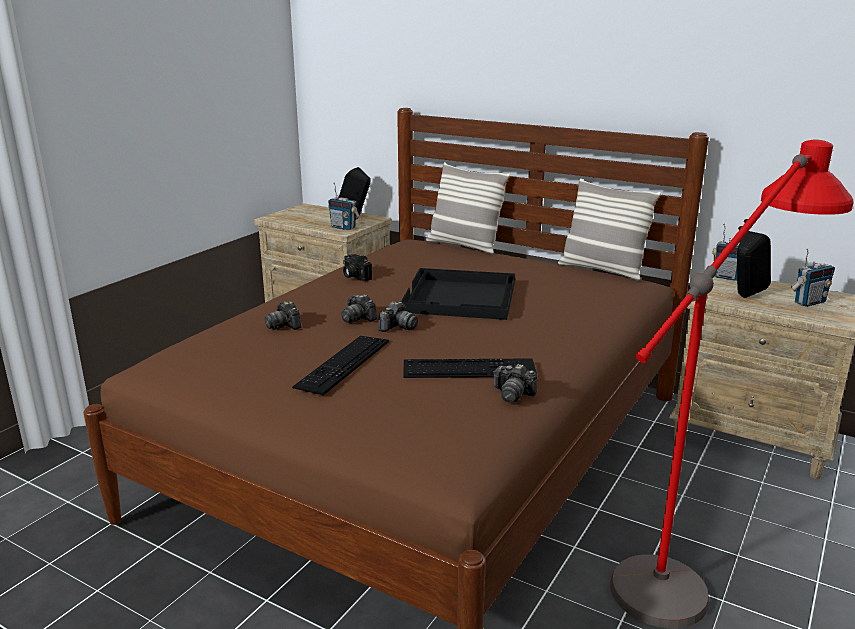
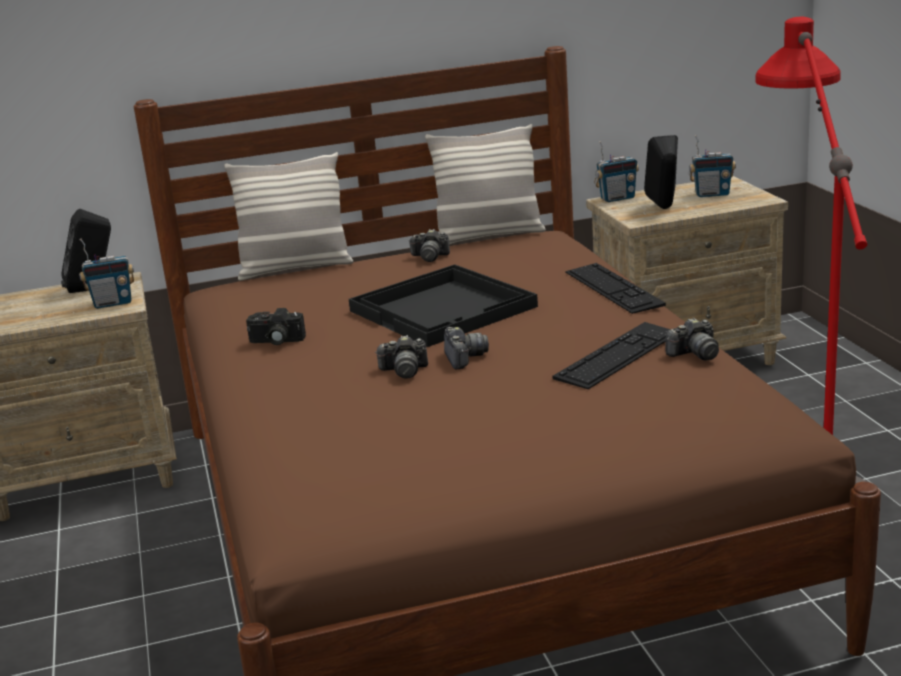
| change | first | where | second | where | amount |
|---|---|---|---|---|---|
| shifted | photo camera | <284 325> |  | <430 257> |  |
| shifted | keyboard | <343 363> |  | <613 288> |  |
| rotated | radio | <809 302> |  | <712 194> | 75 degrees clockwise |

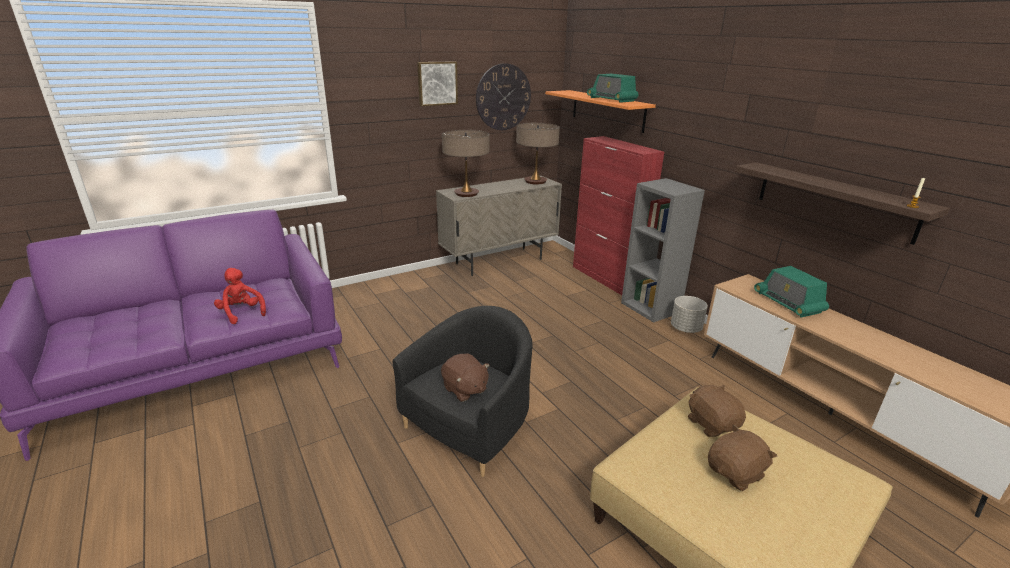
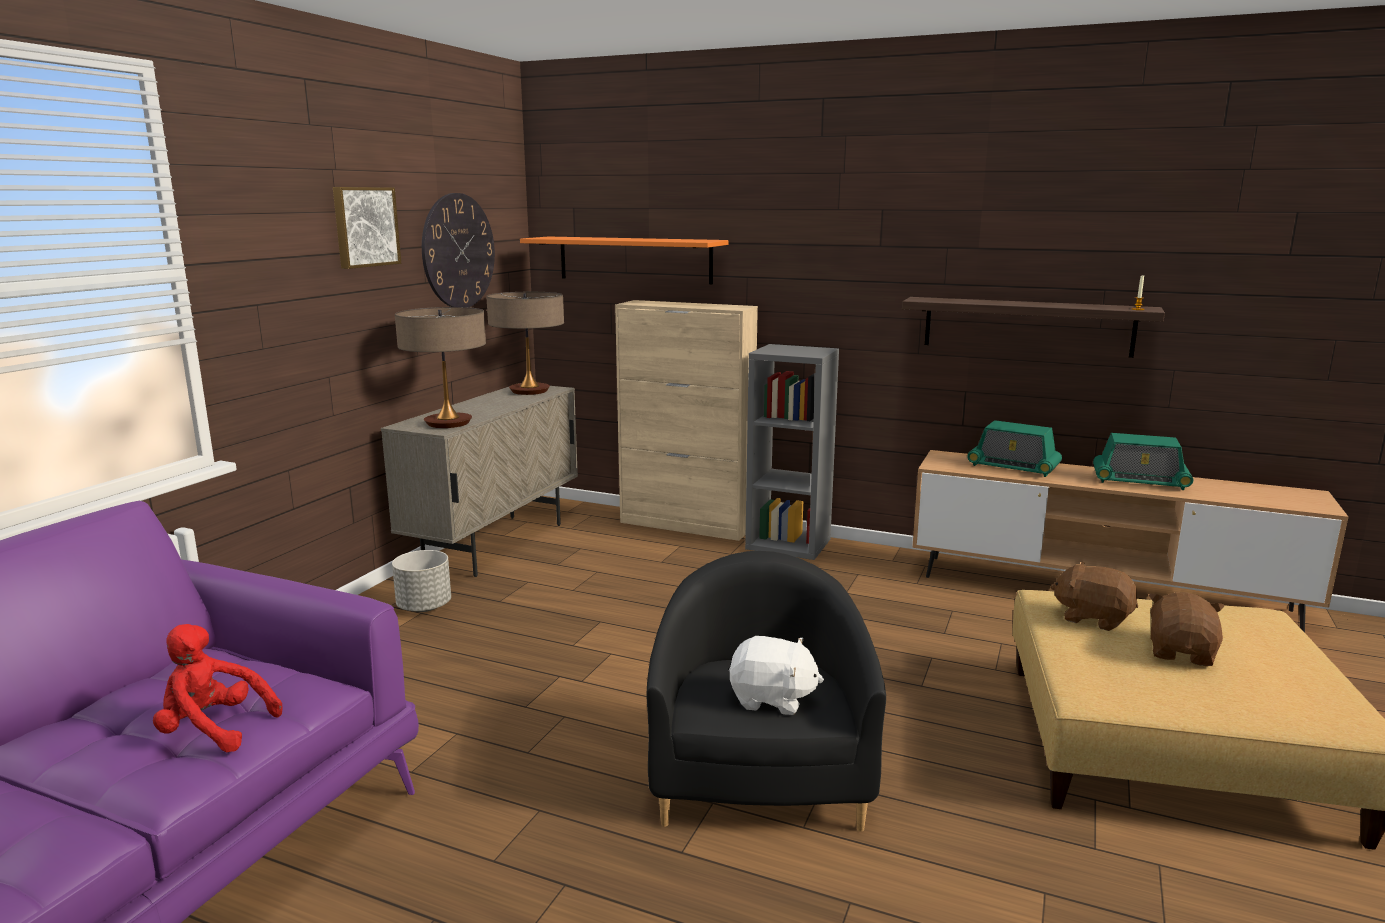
| change | first | where | second | where | amount |
|---|---|---|---|---|---|
| repainted | plush toy in brown | <464 389> | plush toy in white | <772 699> |  |
| repainted | cabinet in red | <606 278> | cabinet in beige | <686 525> |  |
| shifted | radio | <611 99> |  | <1140 481> |  |
| shifted | planter in grey | <685 328> |  | <424 607> |  |

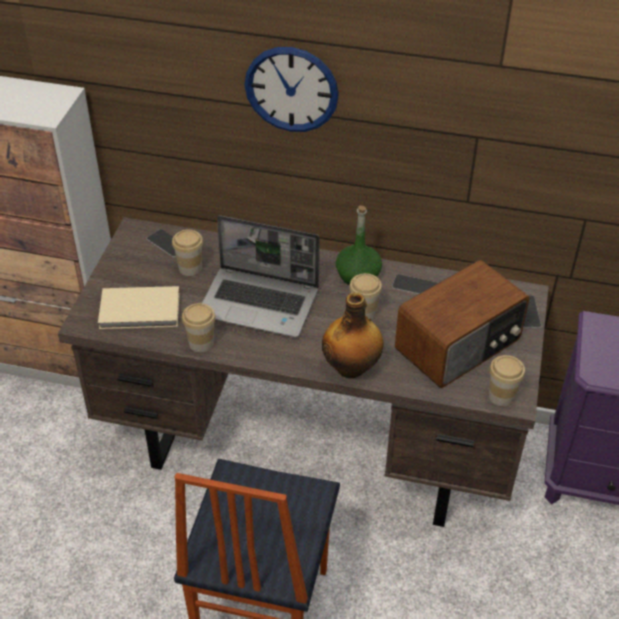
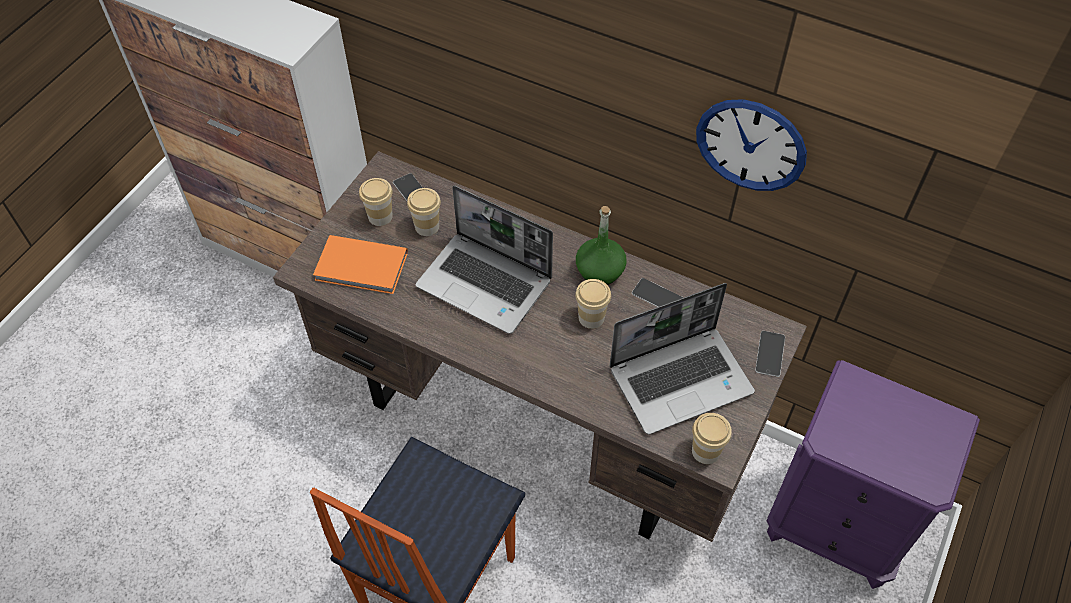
| change | first | where | second | where | amount |
|---|---|---|---|---|---|
| repainted | book in beige | <141 311> | book in orange | <362 268> |  |
| shifted | cup | <201 343> |  | <380 216> |  |
| shifted | wall clock | <291 89> |  | <751 145> |  |
| gone | bottle | <352 367> |  |  |  |
| swapped | radio | <459 345> | laptop | <681 379> |  |

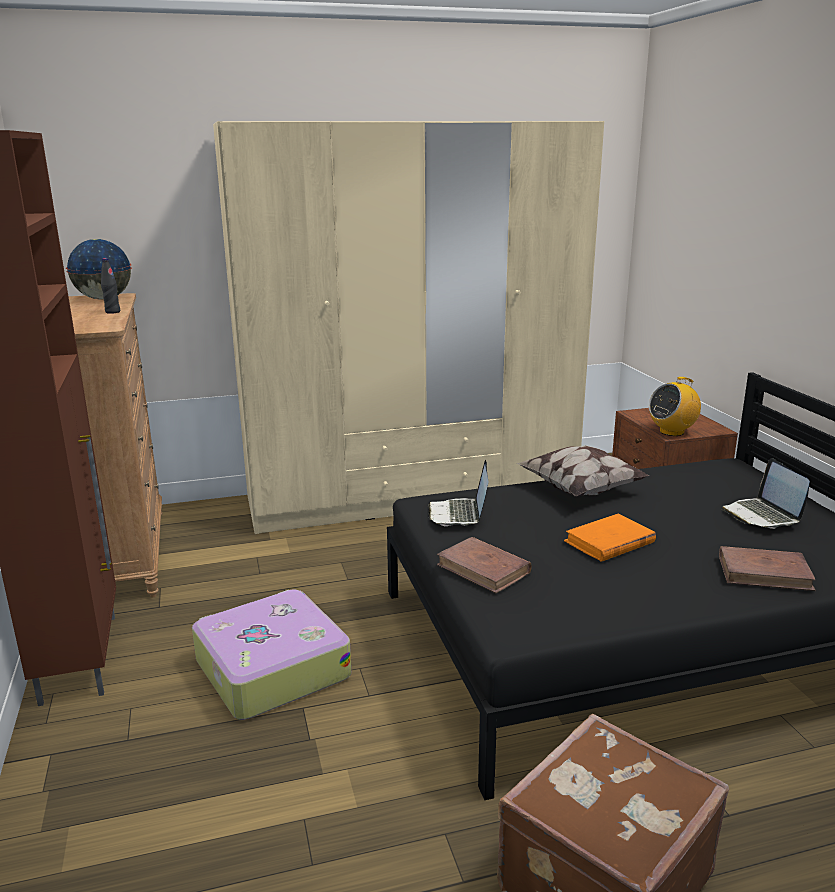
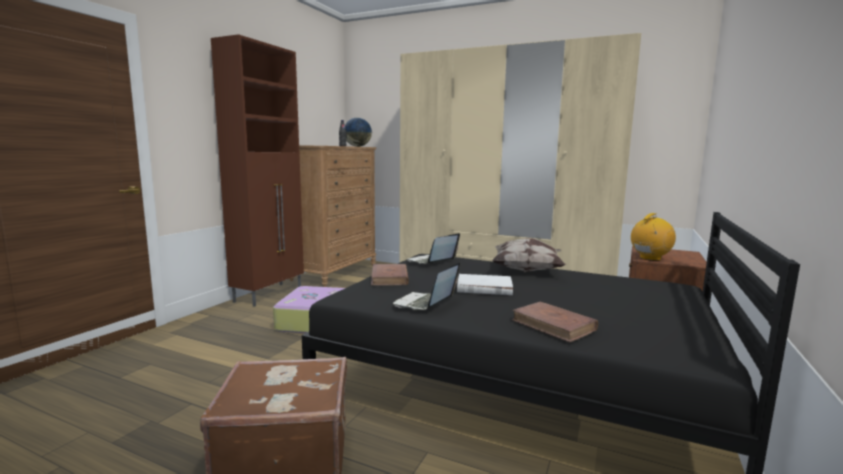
| change | first | where | second | where | amount |
|---|---|---|---|---|---|
| repainted | book in orange | <609 542> | book in white | <483 288> |  |
| rotated | radio | <672 432> |  | <650 258> | 135 degrees clockwise |
| shifted | laptop | <762 515> |  | <425 304> |  |

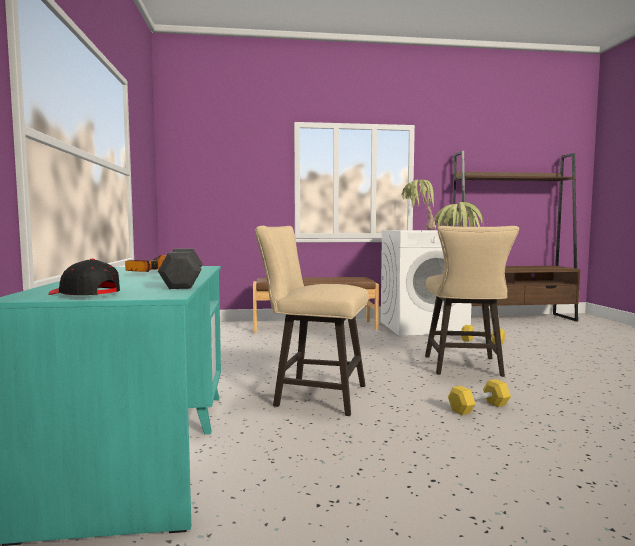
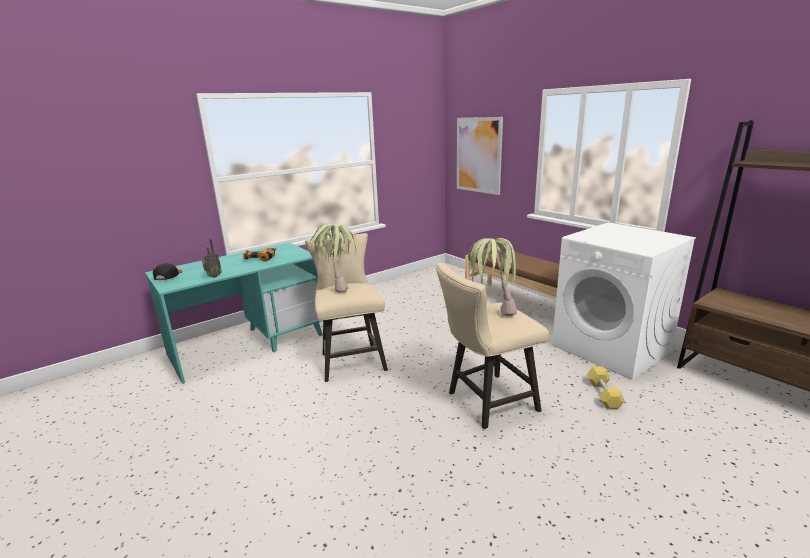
| change | first | where | second | where | amount |
|---|---|---|---|---|---|
| swapped | dumbbell in black | <182 283> | radio | <213 277> |  |
| shifted | potted plant | <418 230> |  | <338 286> |  |
| gone | dumbbell in yellow | <479 407> |  |  |  |
| new |  |  | picture | <478 155> |  |

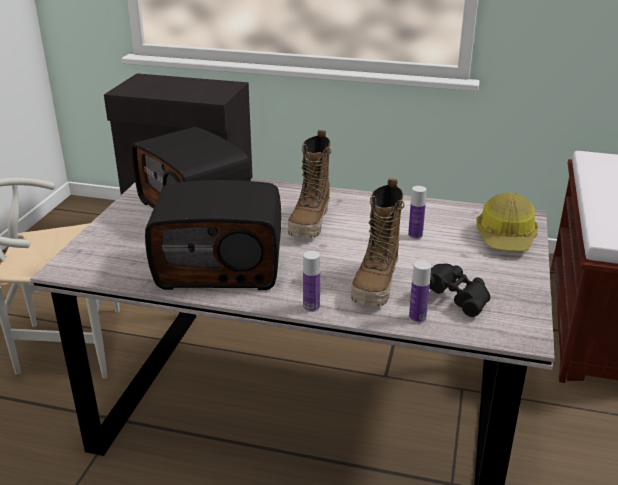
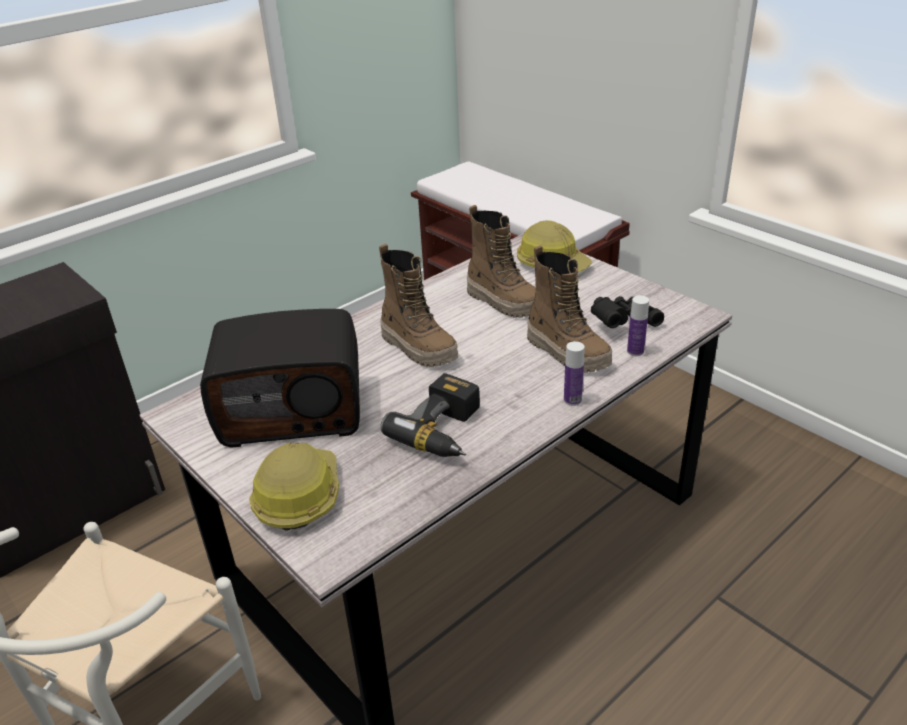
| change | first | where | second | where | amount |
|---|---|---|---|---|---|
| swapped | radio | <221 266> | power drill | <445 431> |  |
| swapped | bottle | <415 235> | boot | <504 302> |  |
| new |  |  | hard hat | <298 496> |  |

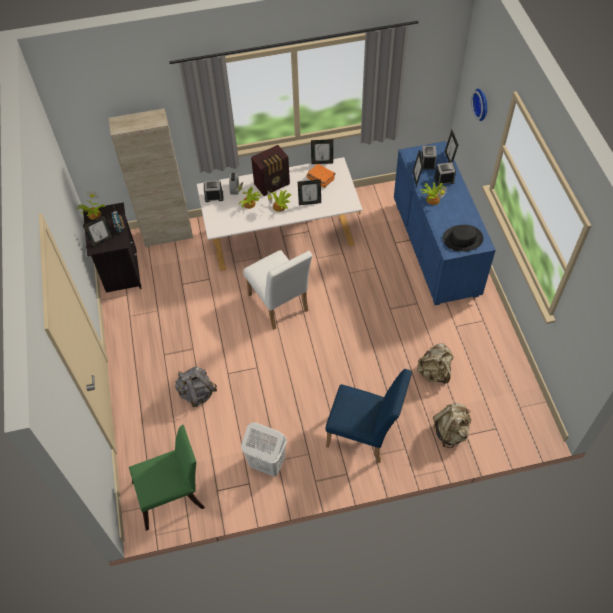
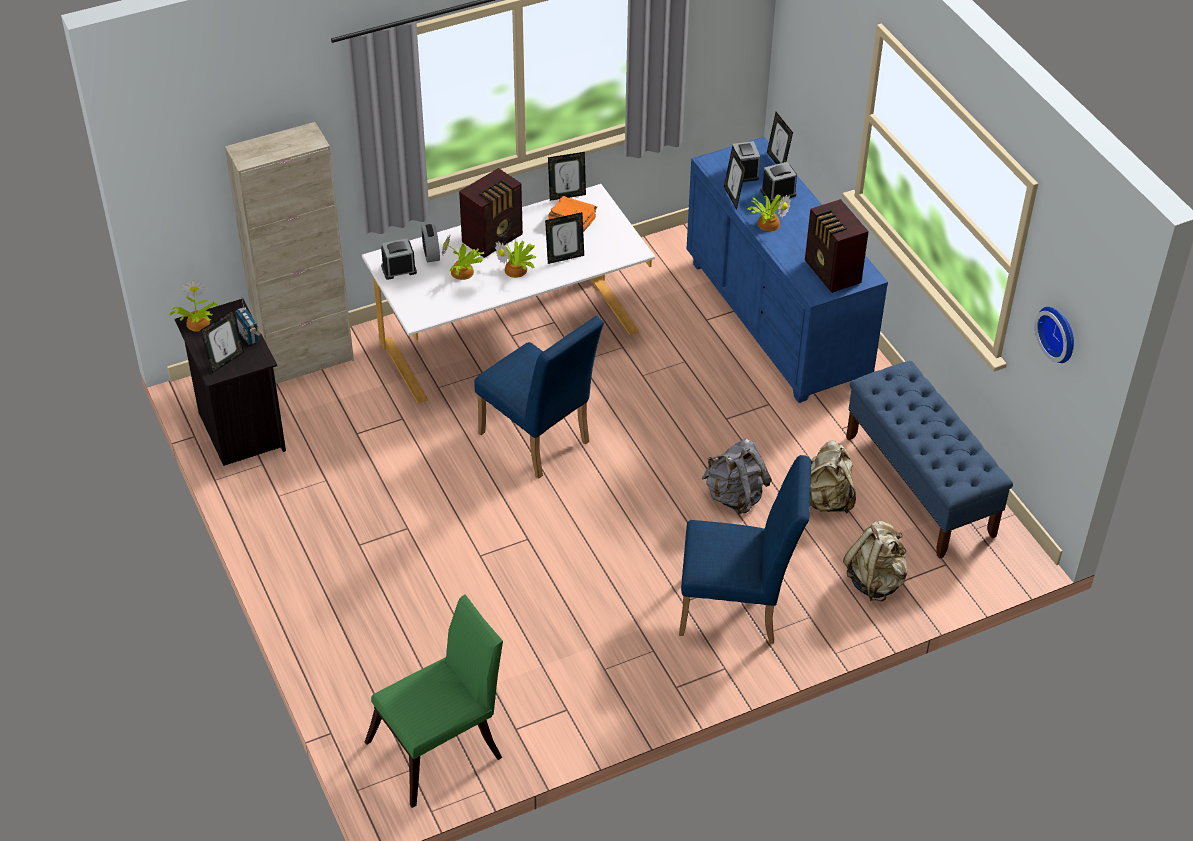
| change | first | where | second | where | amount |
|---|---|---|---|---|---|
| shifted | backpack in grey | <197 393> |  | <734 496> |  |
| gone | laundry basket in white | <266 463> |  |  |  |
| repainted | chair in white | <280 306> | chair in blue | <539 442> |  |
| swapped | hat in black | <462 239> | radio | <832 273> |  |
| shifted | wall clock | <482 104> |  | <1059 333> |  |
| new |  |  | bench in blue | <920 486> |  |

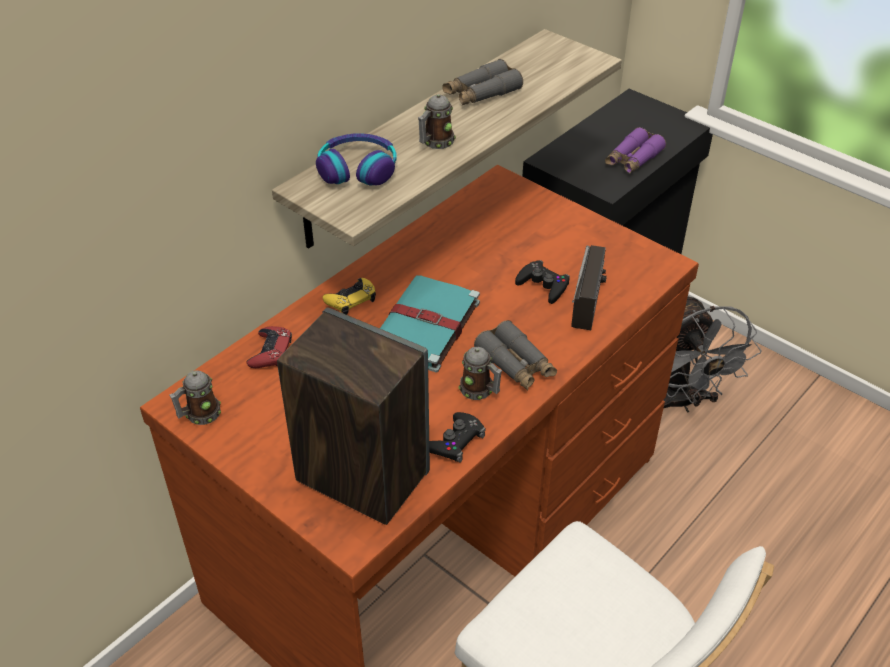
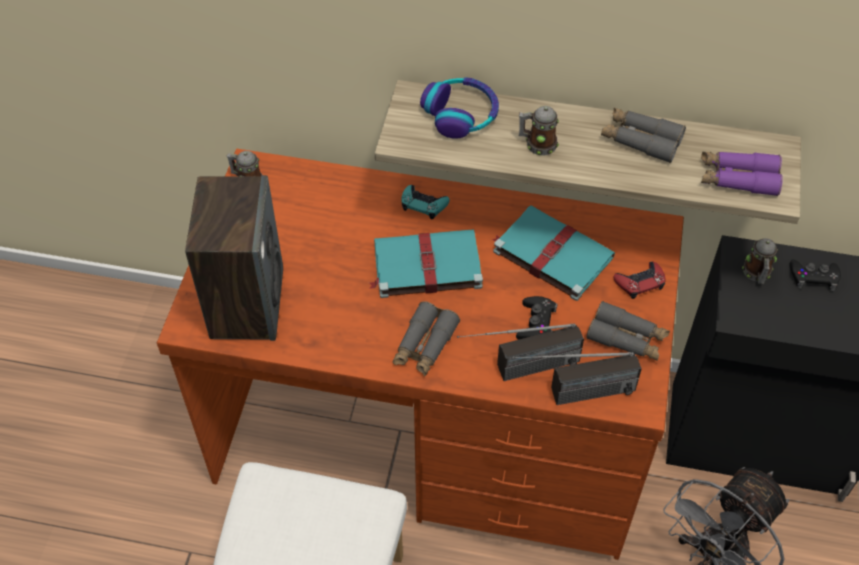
| change | first | where | second | where | amount |
|---|---|---|---|---|---|
| shifted | game controller in red | <270 352> |  | <640 282> |  |
| repainted | game controller in yellow | <351 299> | game controller in turquoise | <423 204> |  |
| shifted | game controller in black | <456 442> |  | <813 277> |  |
| shifted | mug | <480 390> |  | <757 274> |  |
| shifted | binoculars in purple | <633 159> |  | <738 178> |  |
| new |  |  | book in turquoise | <551 253> |  |
| new |  |  | radio | <572 395> |  |
| new |  |  | binoculars in grey | <627 338> |  |

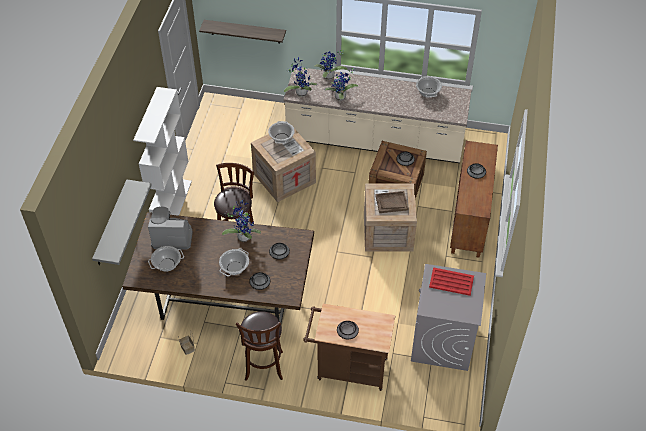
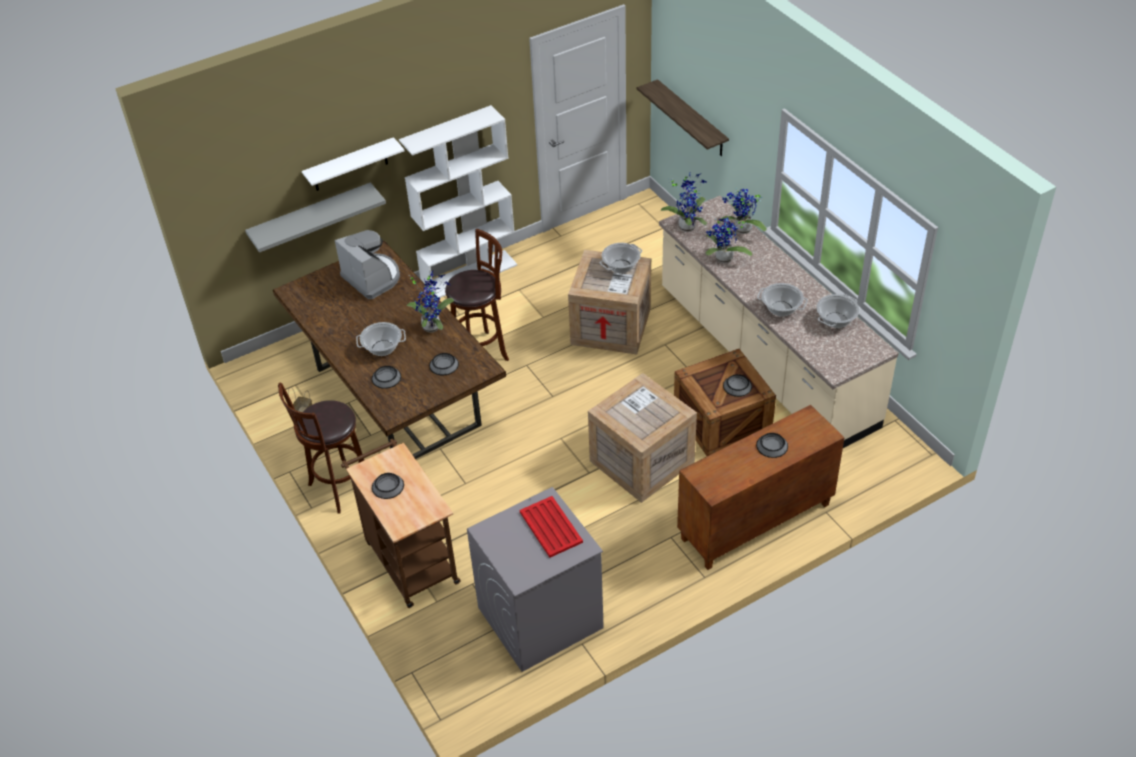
| change | first | where | second | where | amount |
|---|---|---|---|---|---|
| shifted | cooking pot | <167 264> |  | <781 309> |  |
| gone | tray in brown | <391 203> |  |  |  |
| new |  |  | shelf in white | <350 165> |  |

